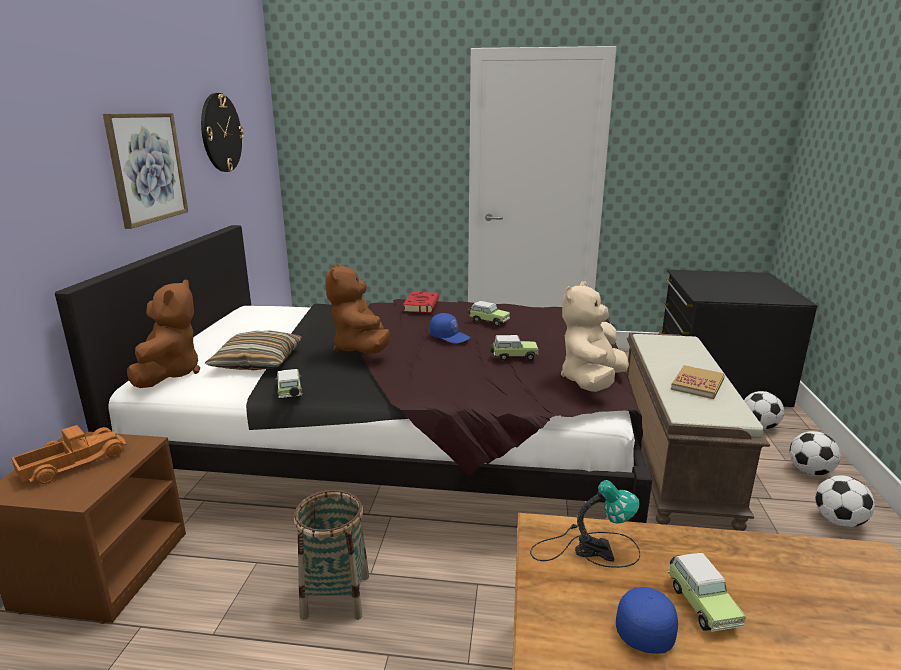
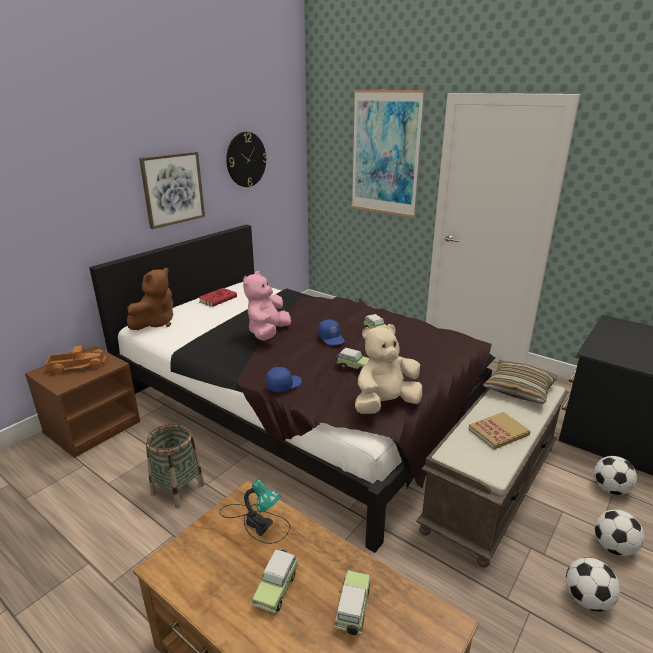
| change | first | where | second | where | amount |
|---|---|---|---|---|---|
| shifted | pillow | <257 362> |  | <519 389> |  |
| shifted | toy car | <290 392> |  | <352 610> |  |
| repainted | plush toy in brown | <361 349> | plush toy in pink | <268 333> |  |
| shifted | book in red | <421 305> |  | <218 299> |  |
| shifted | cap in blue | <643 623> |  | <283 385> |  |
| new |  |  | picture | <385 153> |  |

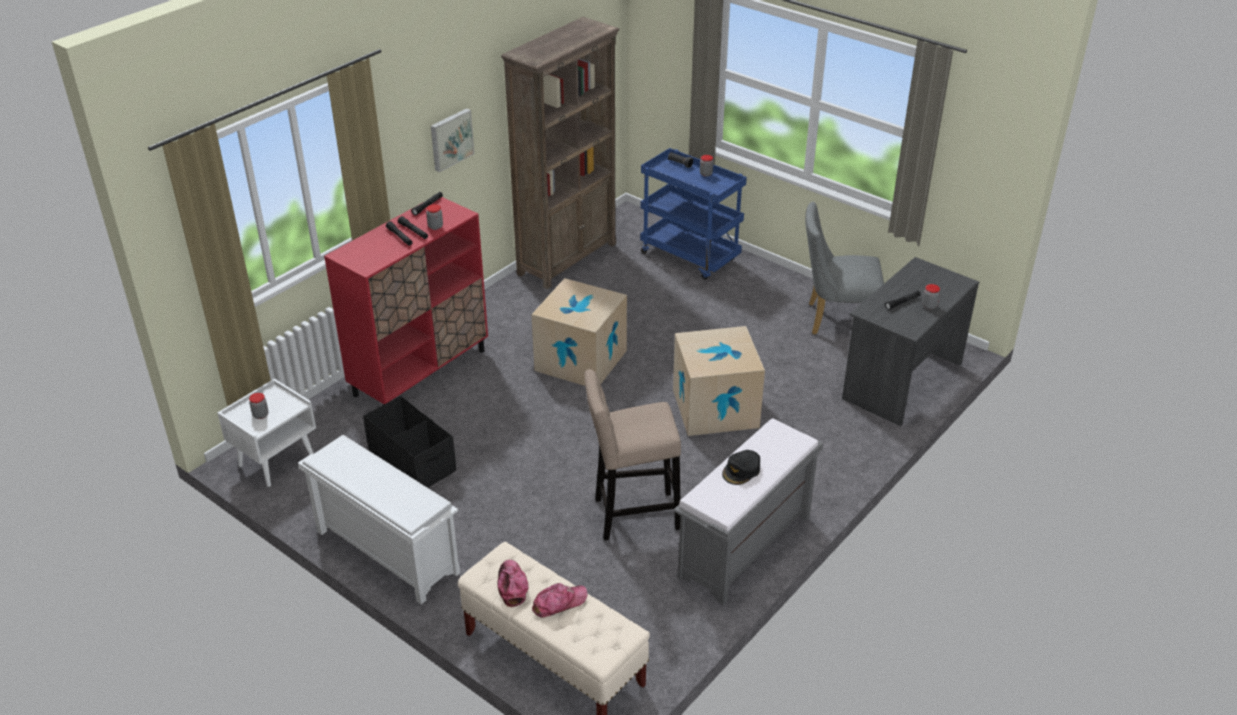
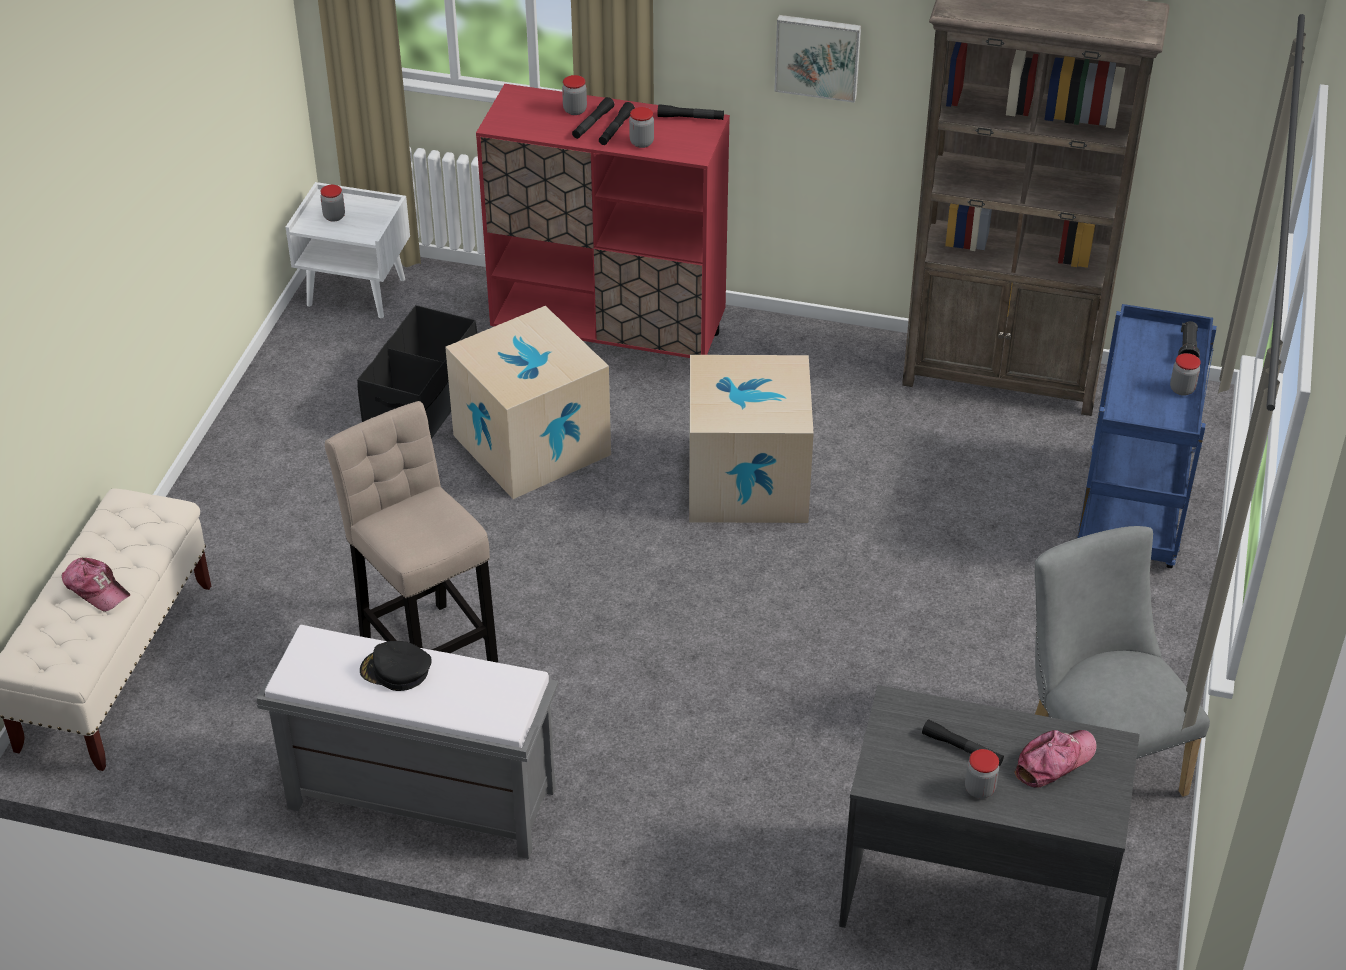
| change | first | where | second | where | amount |
|---|---|---|---|---|---|
| gone | shoe rack in white | <385 552> |  |  |  |
| shifted | cap | <512 586> |  | <1054 761> |  |
| shifted | cardboard box | <715 408> |  | <531 445> |  |
| new |  |  | jar | <575 110> |  |

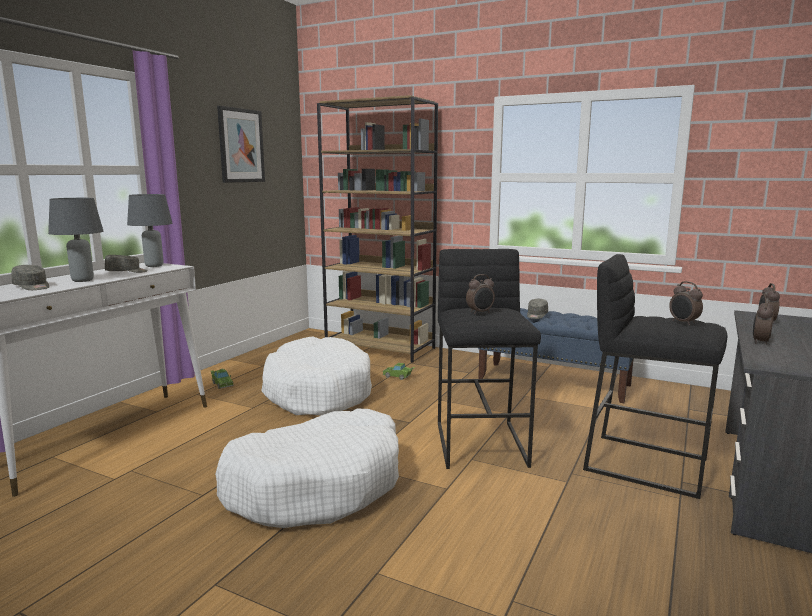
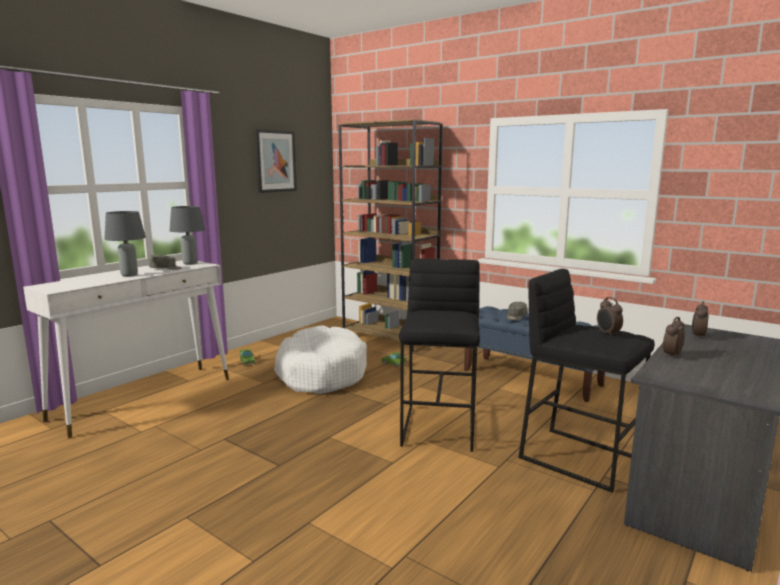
| change | first | where | second | where | amount |
|---|---|---|---|---|---|
| gone | cap in grey | <32 287> |  |  |  |
| gone | dog bed in white | <316 485> |  |  |  |
| gone | alarm clock | <480 312> |  |  |  |

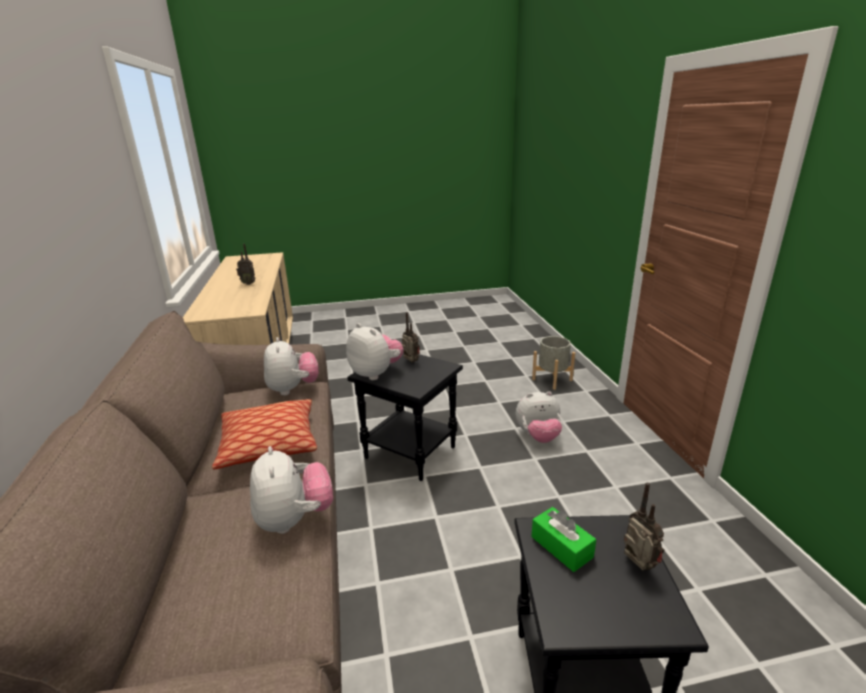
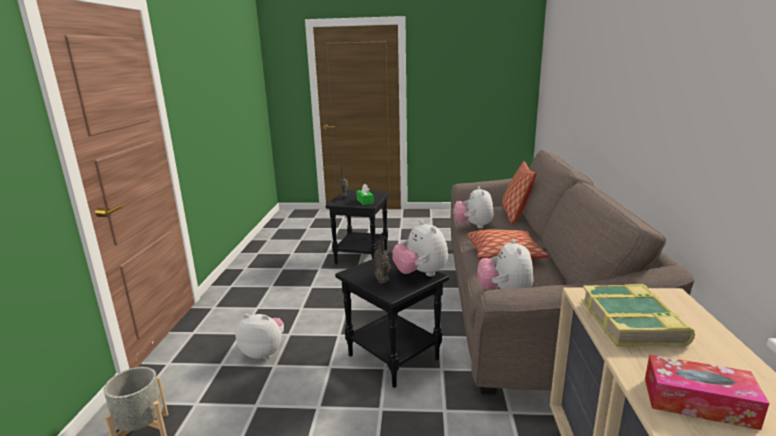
| change | first | where | second | where | amount |
|---|---|---|---|---|---|
| swapped | radio | <248 283> | tissue box | <698 402> |  |
| new |  |  | pillow | <515 216> |  |
| new |  |  | book | <632 322> |  |

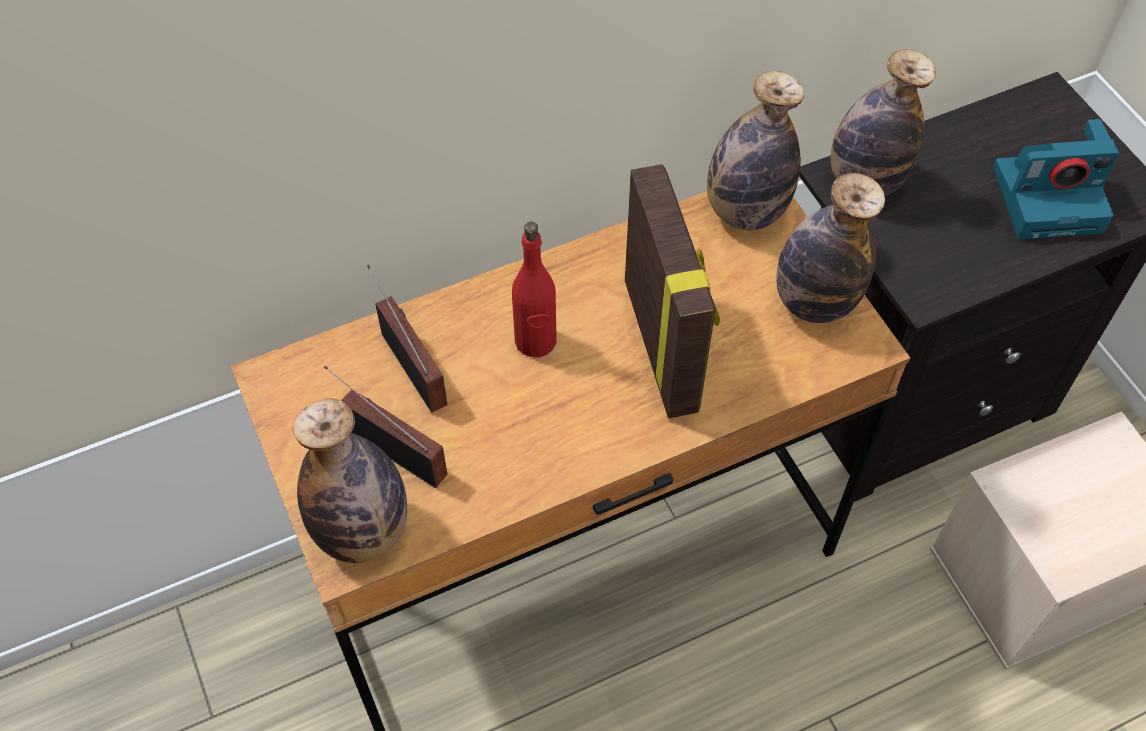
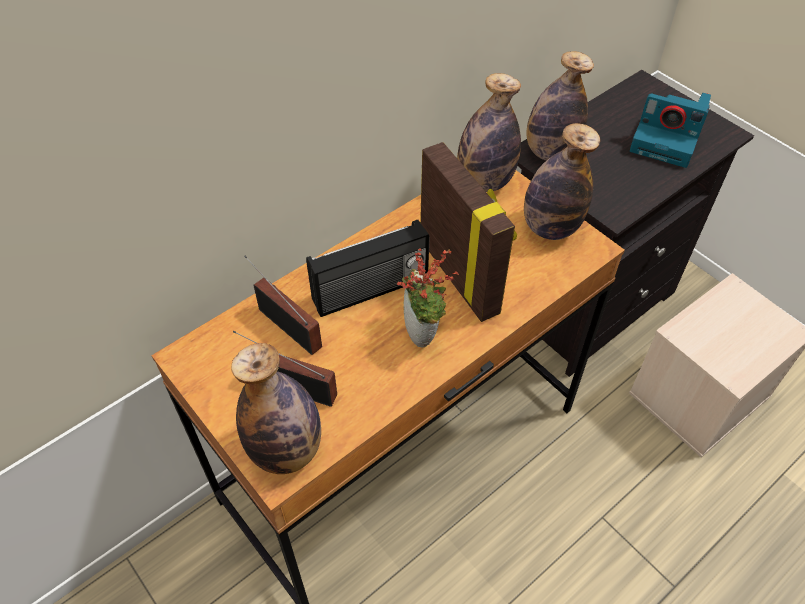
| change | first | where | second | where | amount |
|---|---|---|---|---|---|
| swapped | bottle in red | <535 341> | radio | <371 291> |  |
| rotated | photo camera | <1049 198> |  | <667 141> | 45 degrees clockwise |
| new |  |  | potted plant | <424 334> |  |

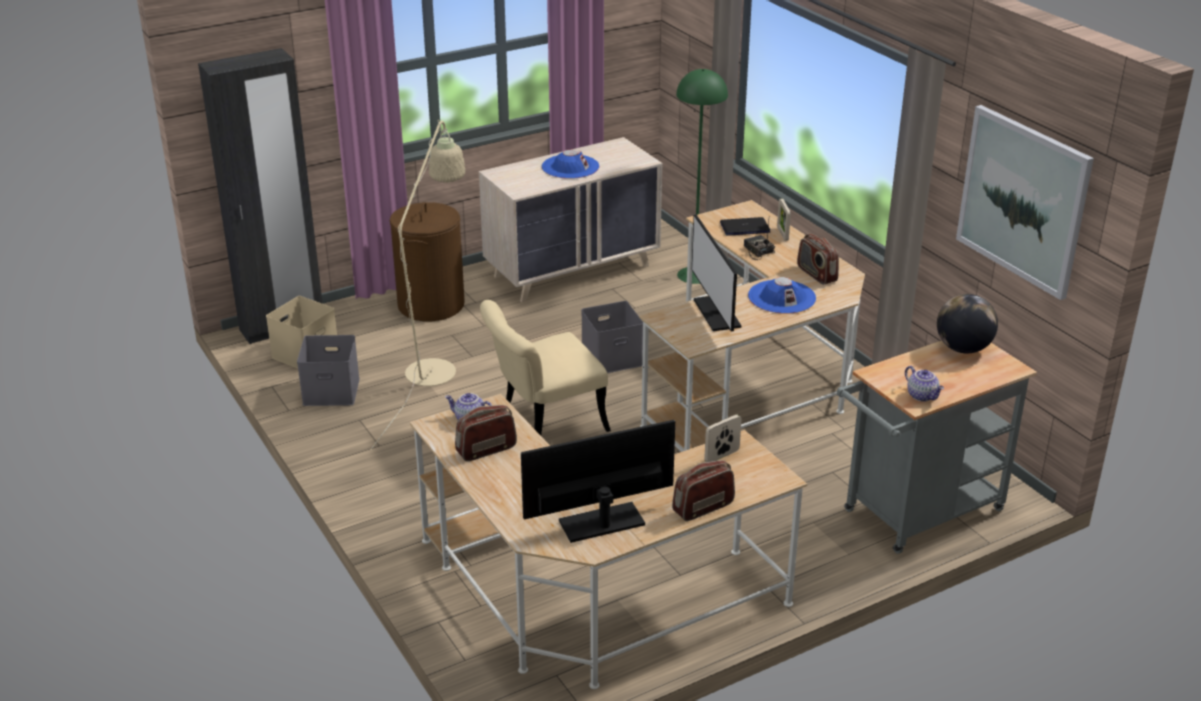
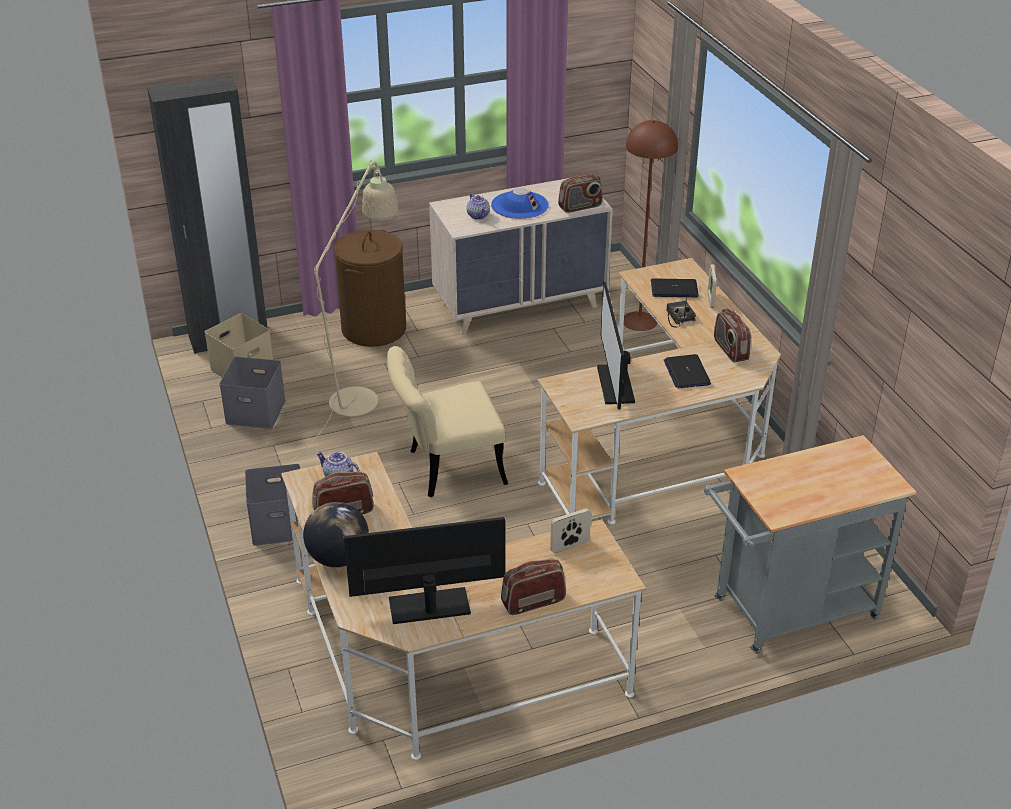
| change | first | where | second | where | amount |
|---|---|---|---|---|---|
| shifted | storage box in grey | <612 357> |  | <280 524> |  |
| repainted | floor lamp in green | <694 275> | floor lamp in brown | <639 321> |  |
| swapped | hat in blue | <781 297> | laptop | <686 372> |  |
| shifted | teapot | <922 396> |  | <478 216> |  |
| shifted | globe | <963 348> |  | <338 558> |  |
| gone | picture | <1023 200> |  |  |  |
| new |  |  | radio | <580 207> |  |

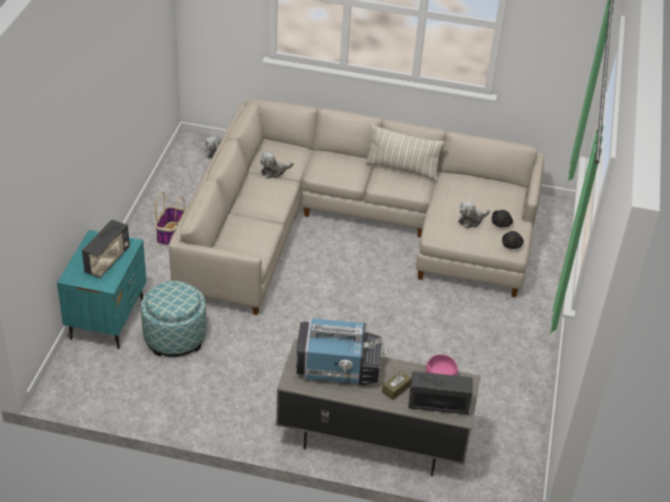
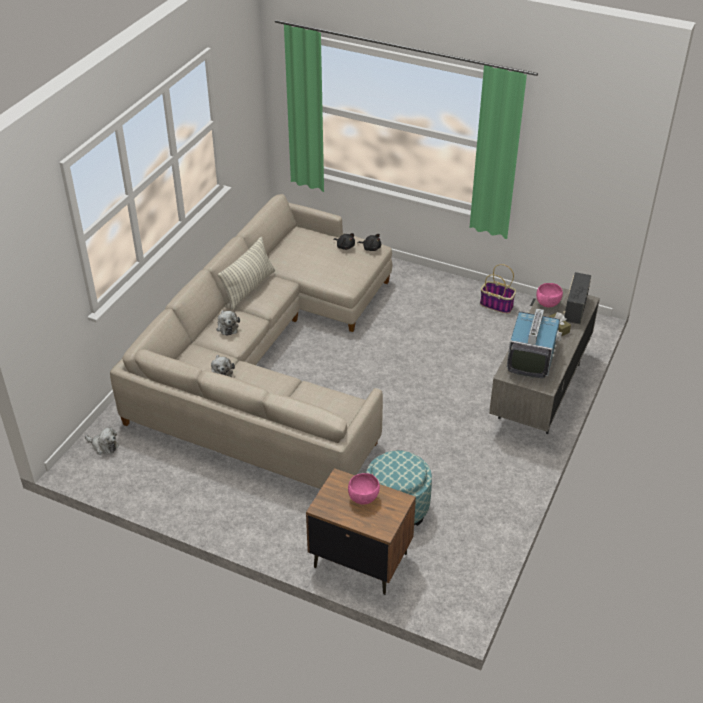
| change | first | where | second | where | amount |
|---|---|---|---|---|---|
| repainted | nightstand in turquoise | <108 319> | nightstand in brown | <360 560> |  |
| swapped | radio | <108 261> | bowl in pink | <363 498> |  |
| shifted | basket | <171 234> |  | <497 305> |  |
| shifted | plush toy | <471 220> |  | <227 327> |  |

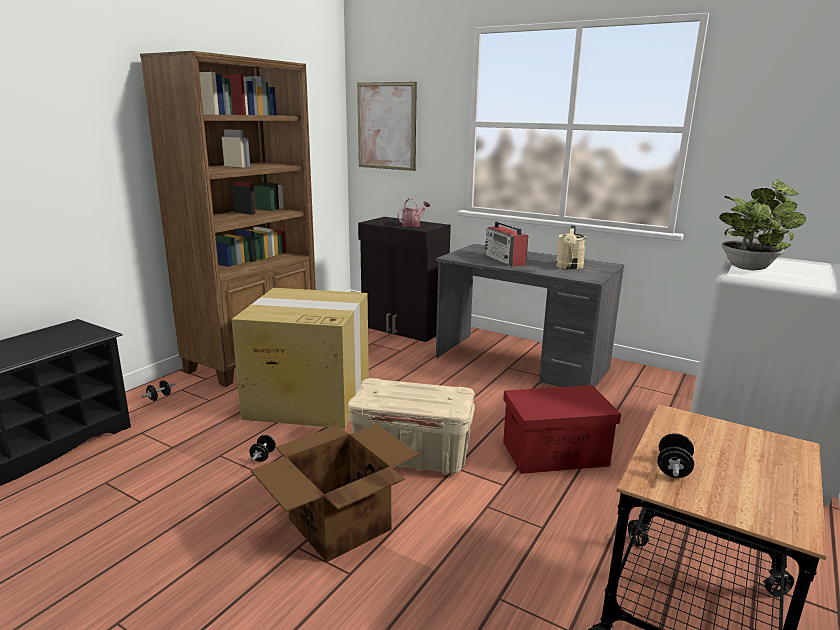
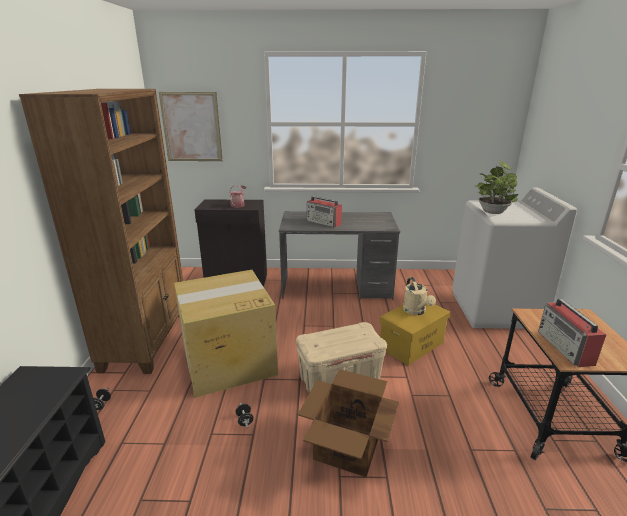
| change | first | where | second | where | amount |
|---|---|---|---|---|---|
| repainted | storage box in red | <555 453> | storage box in yellow | <412 344> |  |
| shifted | watering can in beige | <569 267> |  | <416 311> |  |
| swapped | dumbbell in black | <673 469> | radio | <565 348> |  |

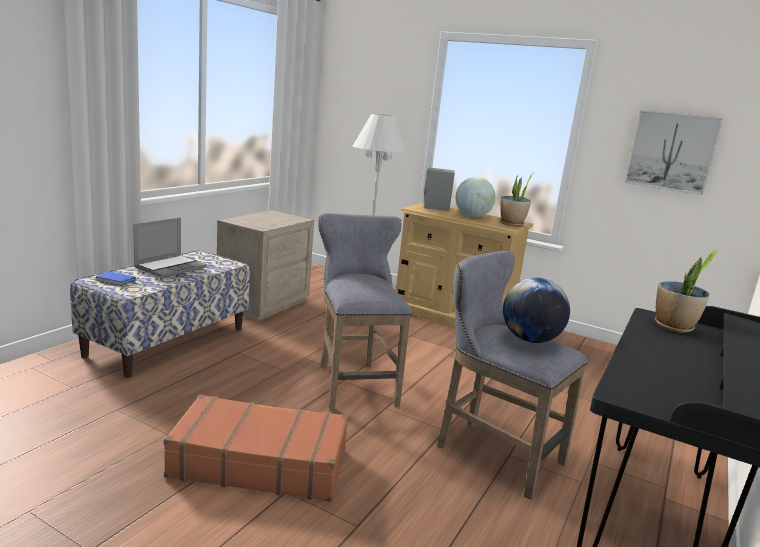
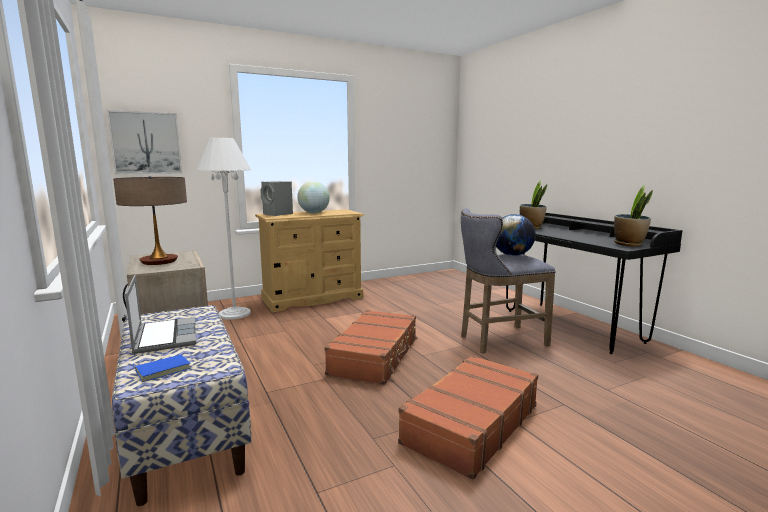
| change | first | where | second | where | amount |
|---|---|---|---|---|---|
| swapped | stool in grey | <353 382> | suitcase in brown | <375 356> |  |
| shifted | potted plant | <512 224> |  | <629 244> |  |
| shifted | picture | <671 151> |  | <146 143> |  |
| new |  |  | table lamp | <159 261> |  |

